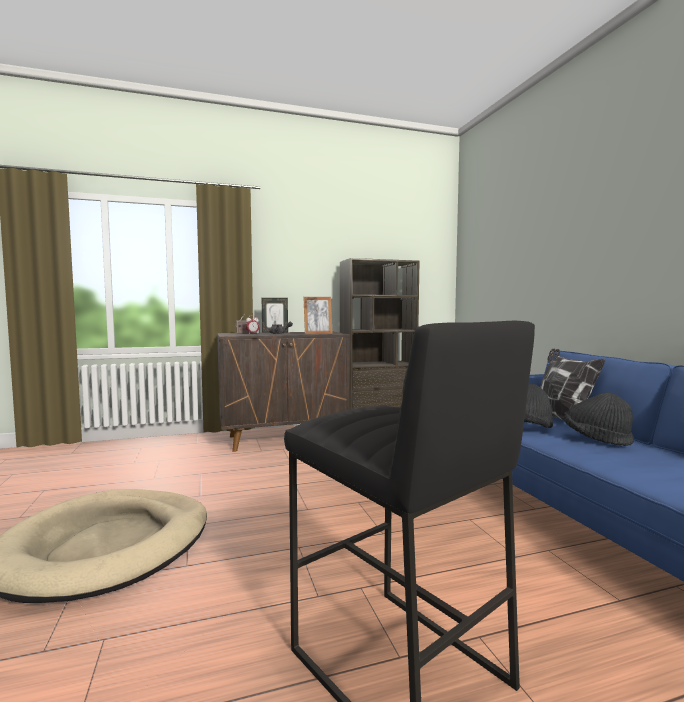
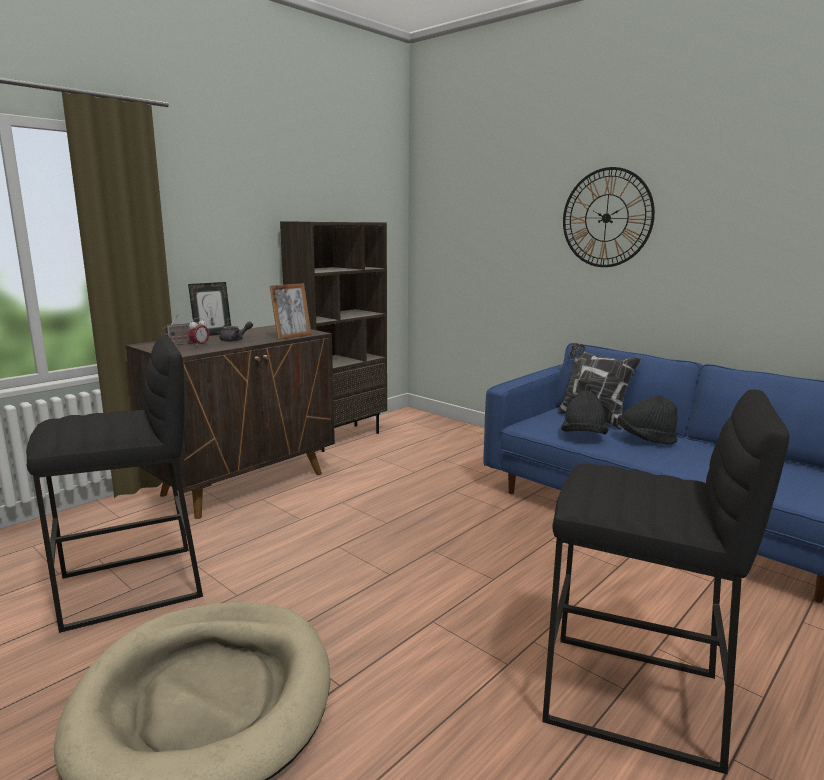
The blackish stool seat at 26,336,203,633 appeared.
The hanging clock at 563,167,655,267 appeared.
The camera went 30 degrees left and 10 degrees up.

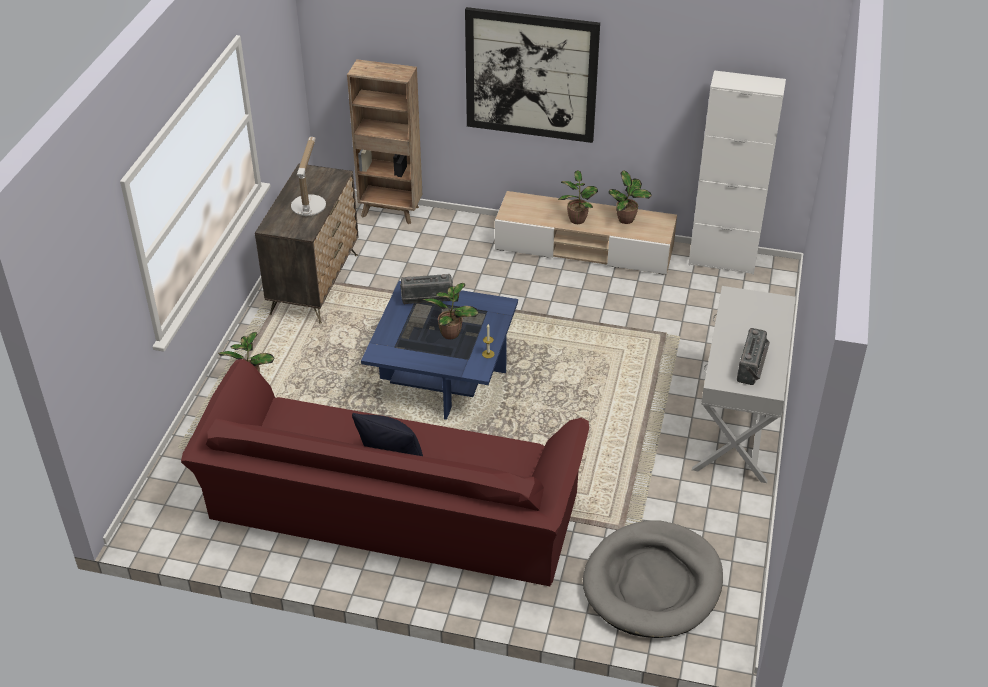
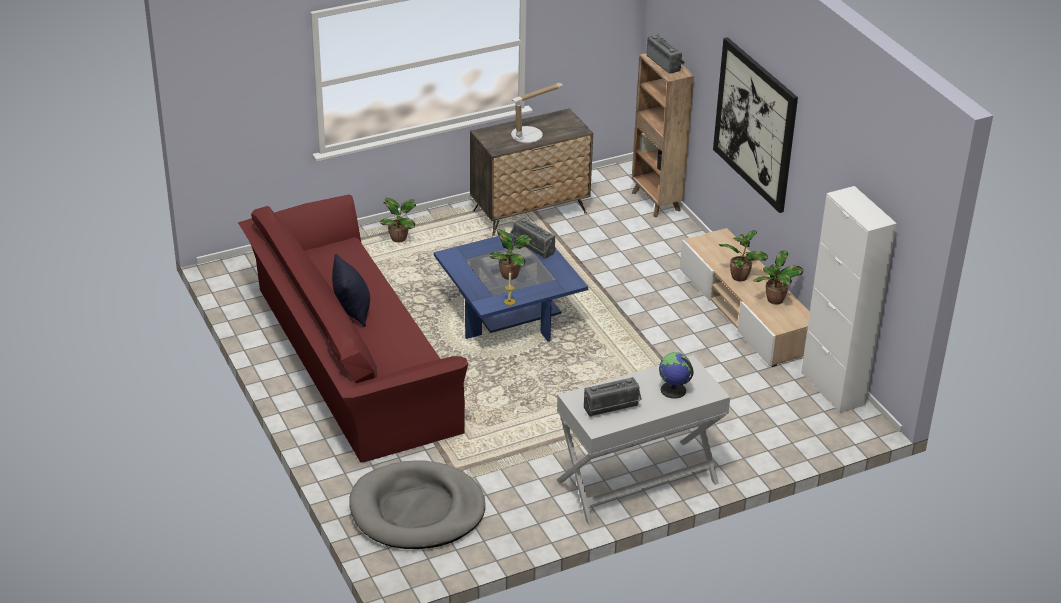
The radio at 646,34,685,74 appeared.
The desk globe at 659,352,694,399 appeared.
The camera went 50 degrees right and 5 degrees down.

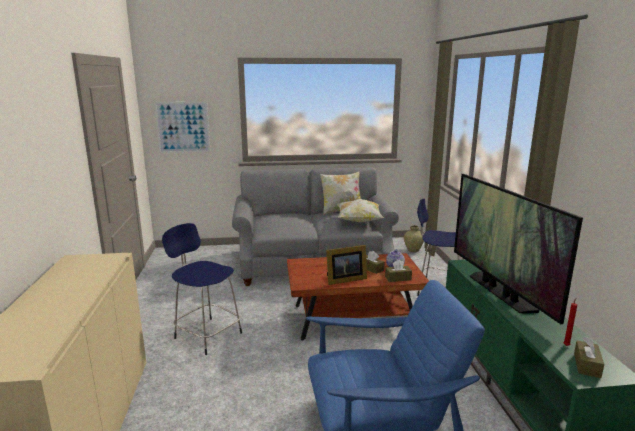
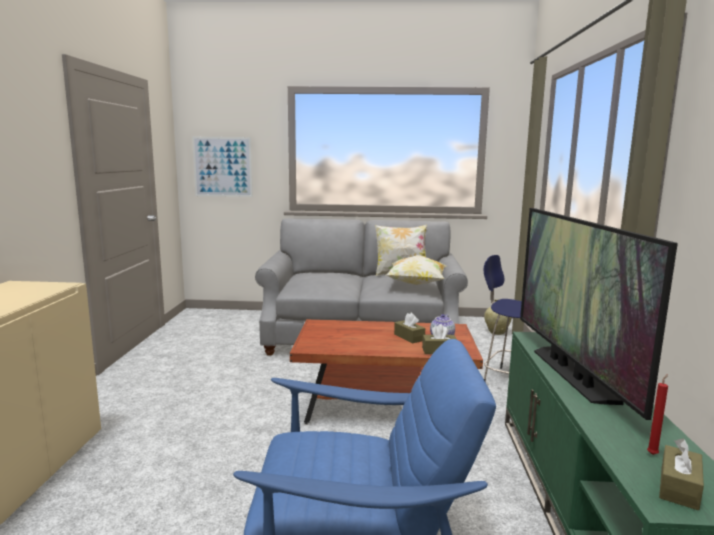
The blue-coloured stool seat at 162,223,242,355 disappeared.
The picture frame at 326,245,367,285 disappeared.
The camera went 10 degrees right and 5 degrees down.

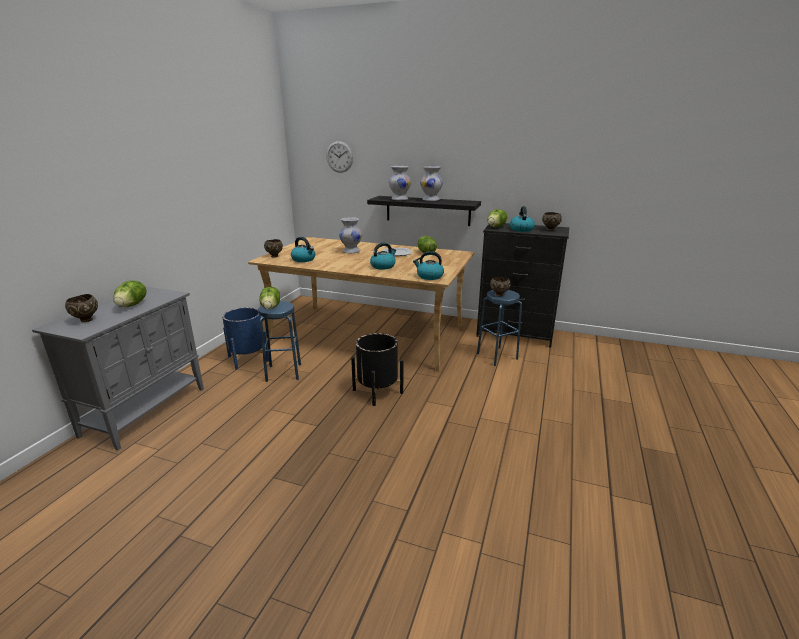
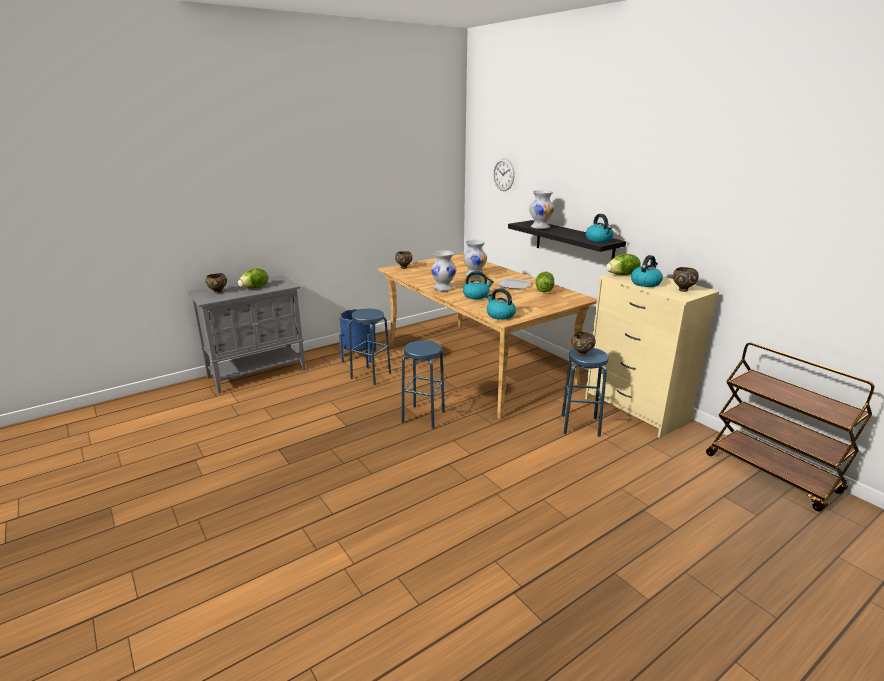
The lettuce at 259,287,280,309 disappeared.
The brownish trolley at 706,342,874,512 appeared.
The tea kettle moved from 291,237,315,262 to 586,214,614,242.
The whitish decorative vase moved from 420,166,443,201 to 431,250,456,291.
The blackish planter at 351,333,403,406 was replaced by the blue-coloured stool seat at 401,340,445,429.
The blackish drawer chest at 476,223,569,348 became the sand-coloured drawer chest at 585,273,719,438.
The camera went 35 degrees right and 0 degrees up.

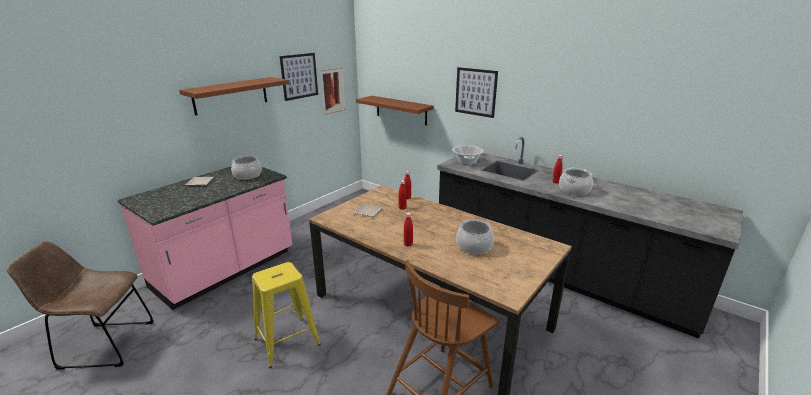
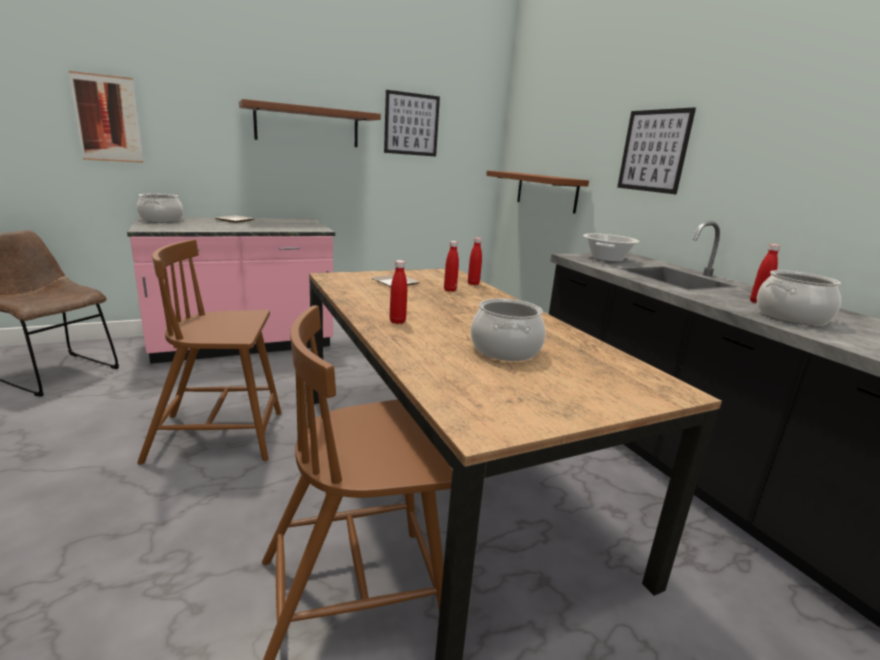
The saucepot moved from 231,156,262,180 to 137,194,183,223.
The picture moved from 321,67,345,115 to 69,71,143,163.
The yellowish stool seat at 252,262,321,368 was replaced by the brownish upright chair at 137,239,281,465.
The camera went 25 degrees right and 5 degrees down.

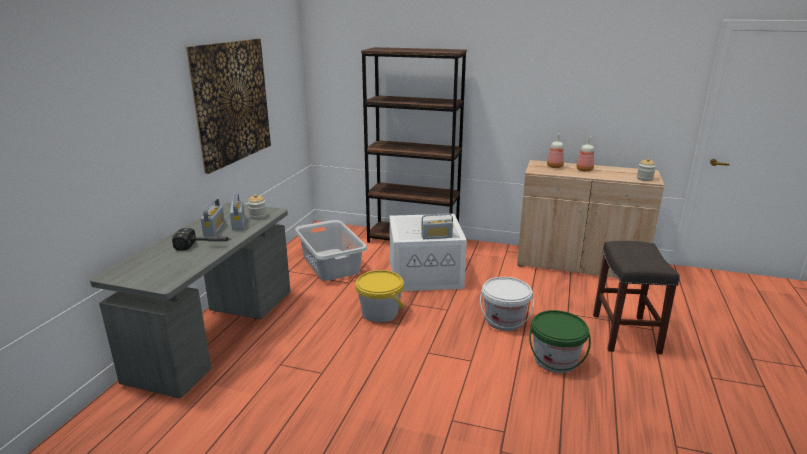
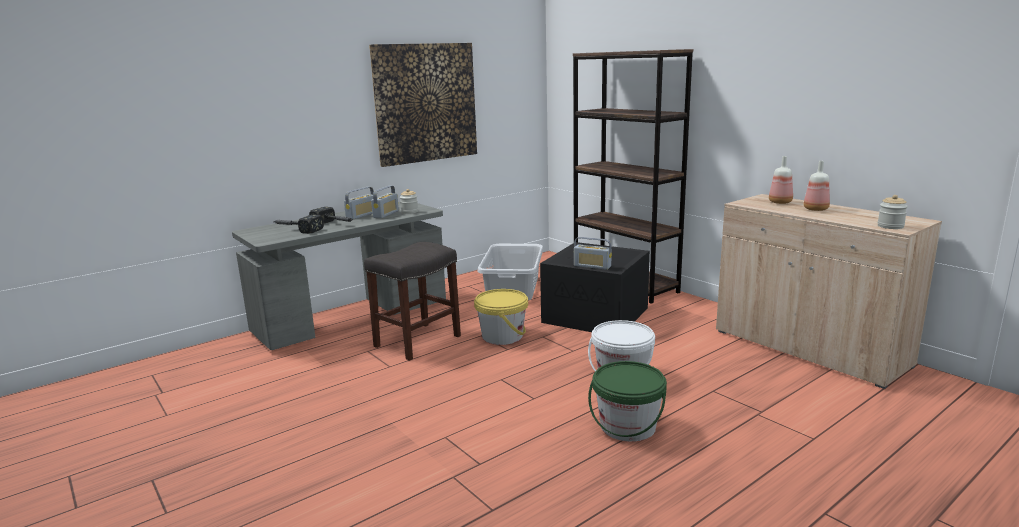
The hammer at 273,215,324,234 appeared.
The grey stool seat moved from 593,241,679,354 to 364,242,461,361.
The whitish storage box at 389,214,467,291 became the blackish storage box at 540,242,650,332.
The camera went 35 degrees right and 5 degrees down.

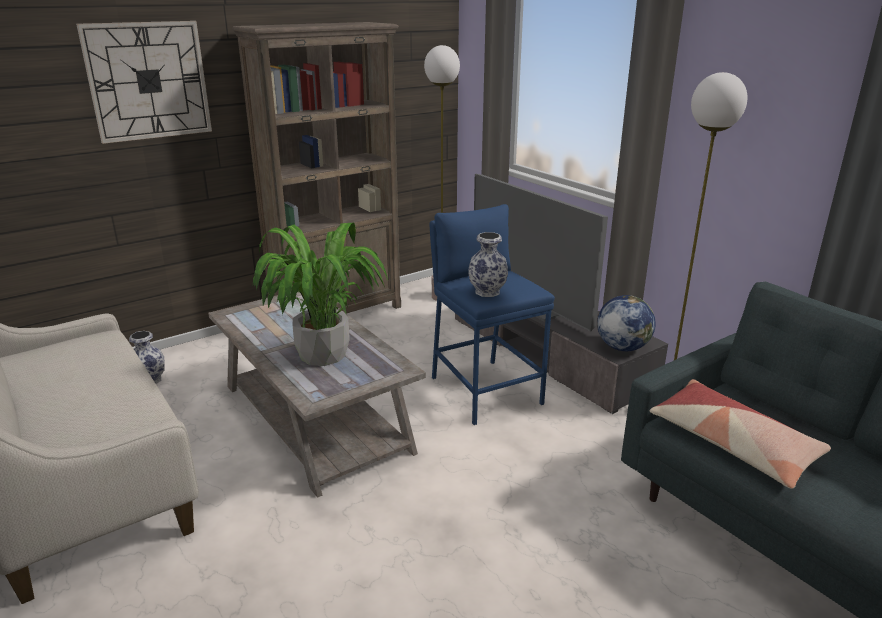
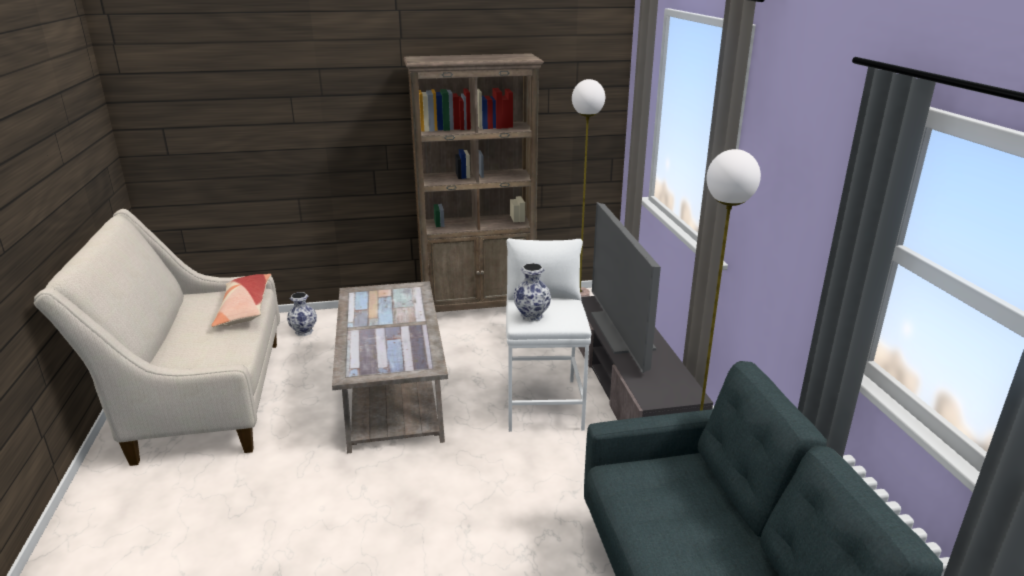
The hanging clock at 76,21,212,144 disappeared.
The potted plant at 253,223,388,366 disappeared.
The desk globe at 597,295,656,351 disappeared.
The throw pillow moved from 649,379,831,489 to 211,274,271,327.
The blue-coloured stool seat at 430,204,555,425 became the whitish stool seat at 506,238,592,432.
The camera went 25 degrees right and 0 degrees up.

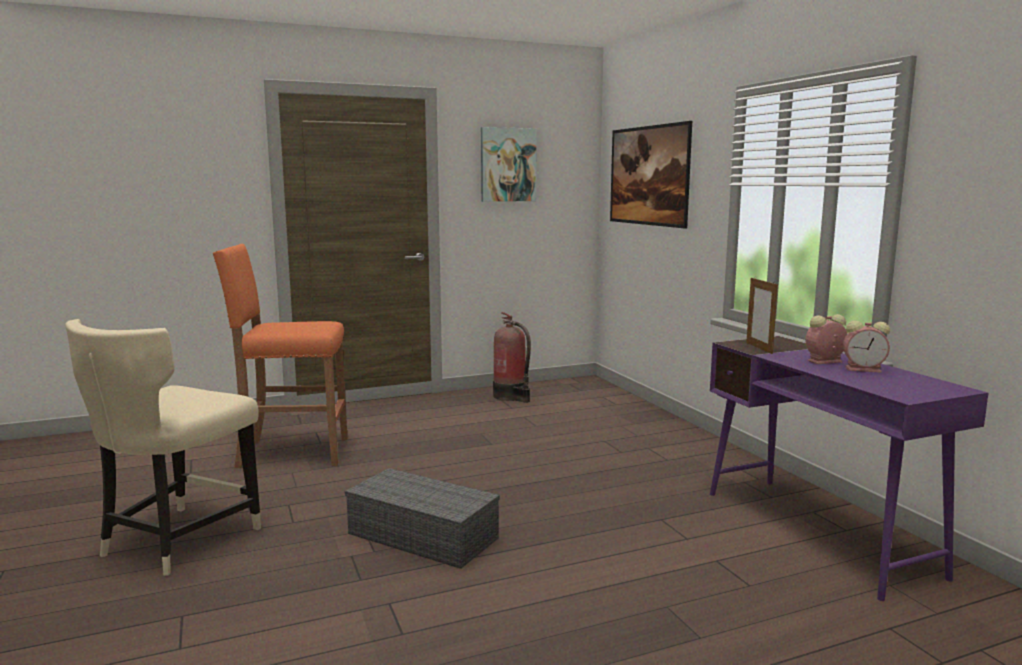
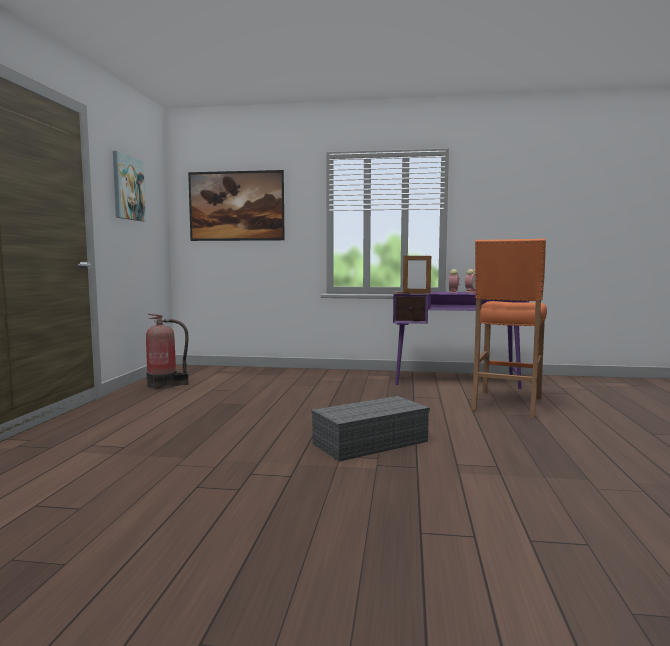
The sand-coloured upright chair at 65,319,261,576 disappeared.
The orangey stool seat moved from 213,244,348,468 to 472,238,547,418.
The camera went 60 degrees left and 5 degrees down.

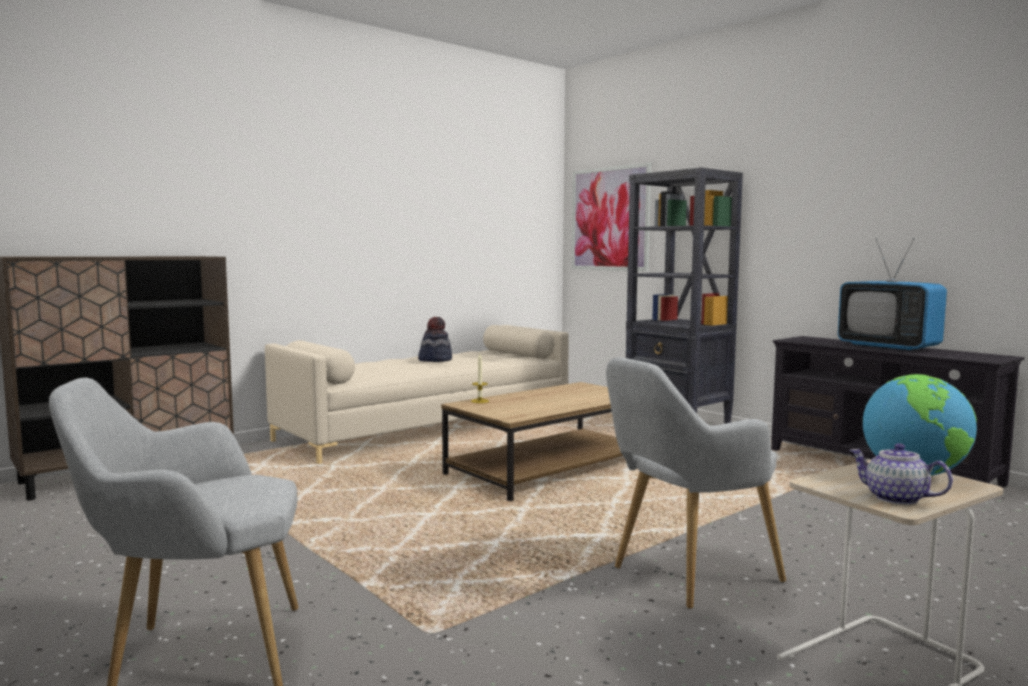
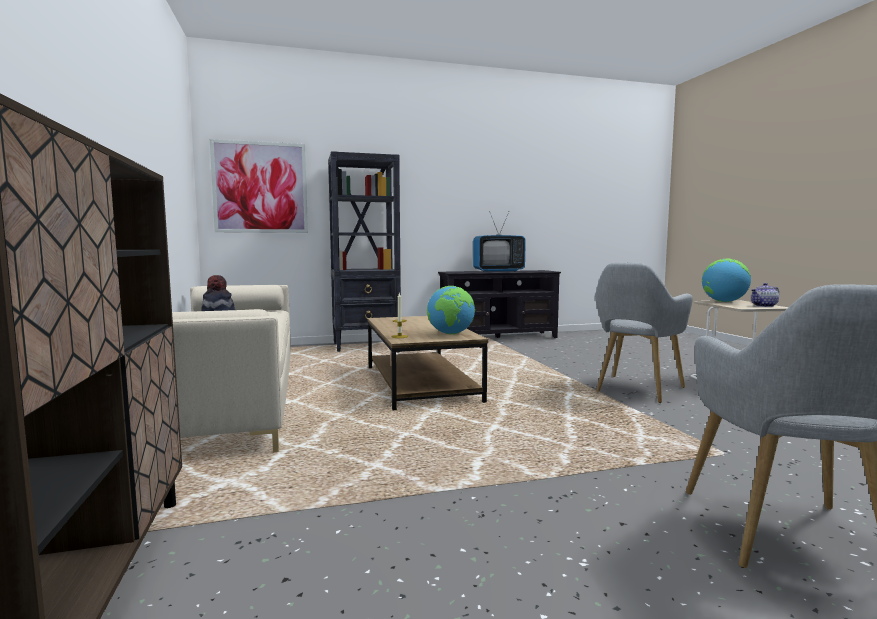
The desk globe at 427,286,475,334 appeared.
The grey lounge chair at 606,357,786,609 turned 45 degrees clockwise.
The camera went 65 degrees left and 0 degrees up.

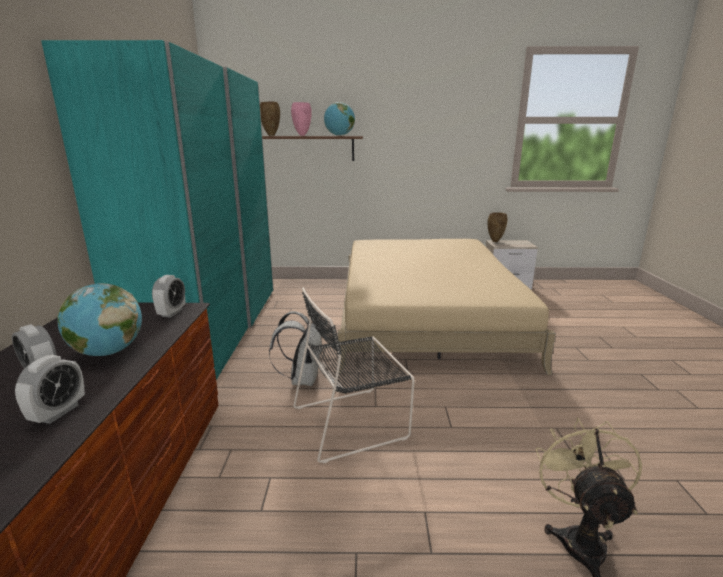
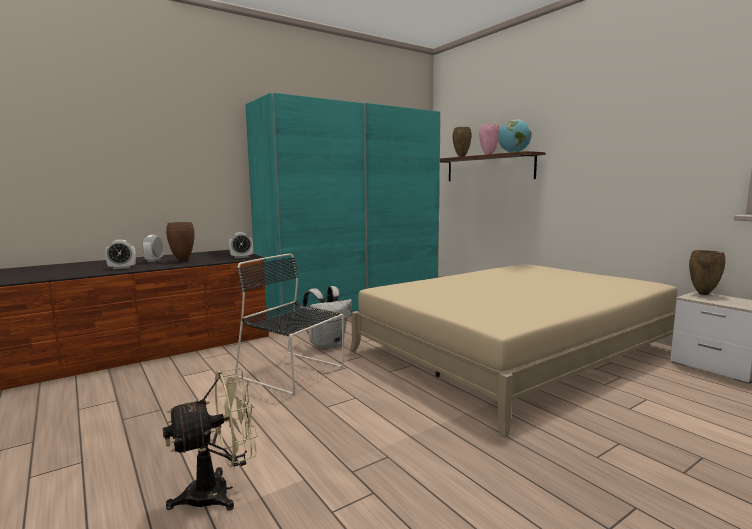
The desk globe at 58,283,142,356 was replaced by the brownish decorative vase at 166,222,194,262.
The camera went 55 degrees right and 10 degrees down.

